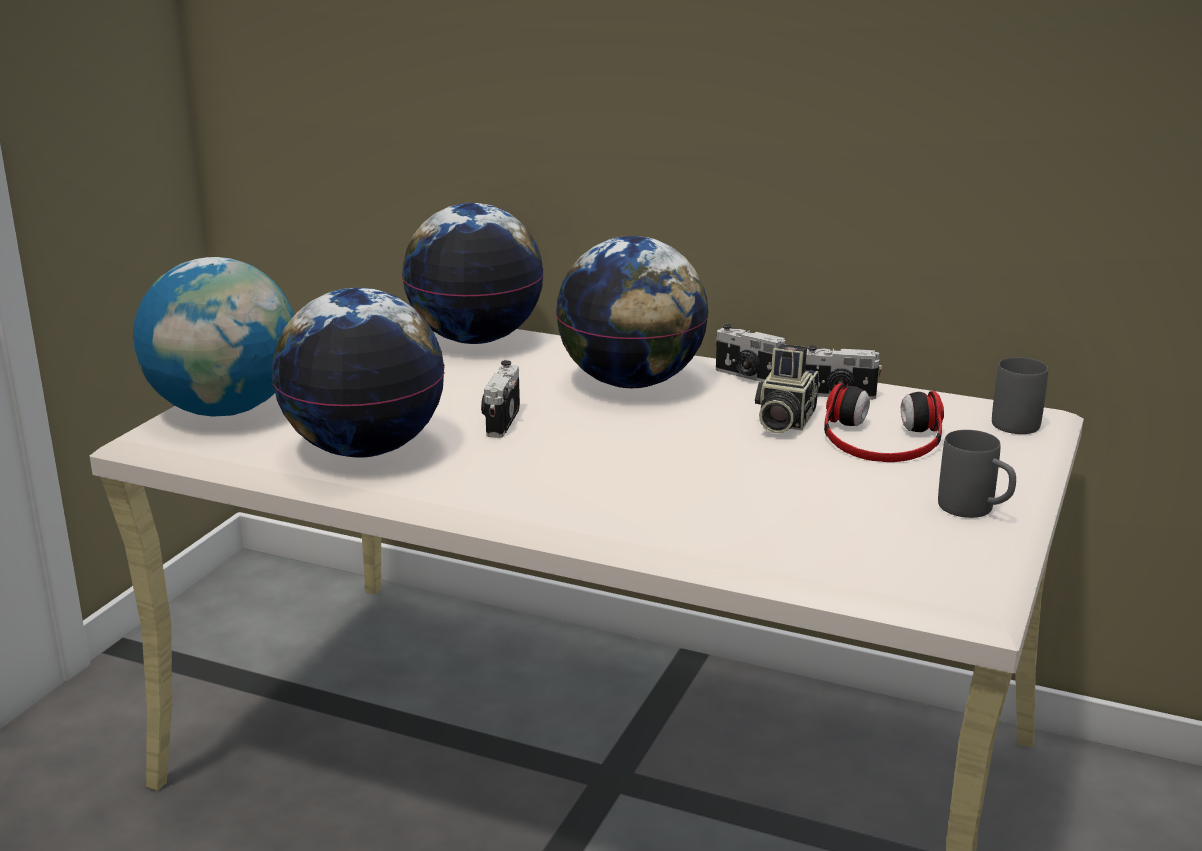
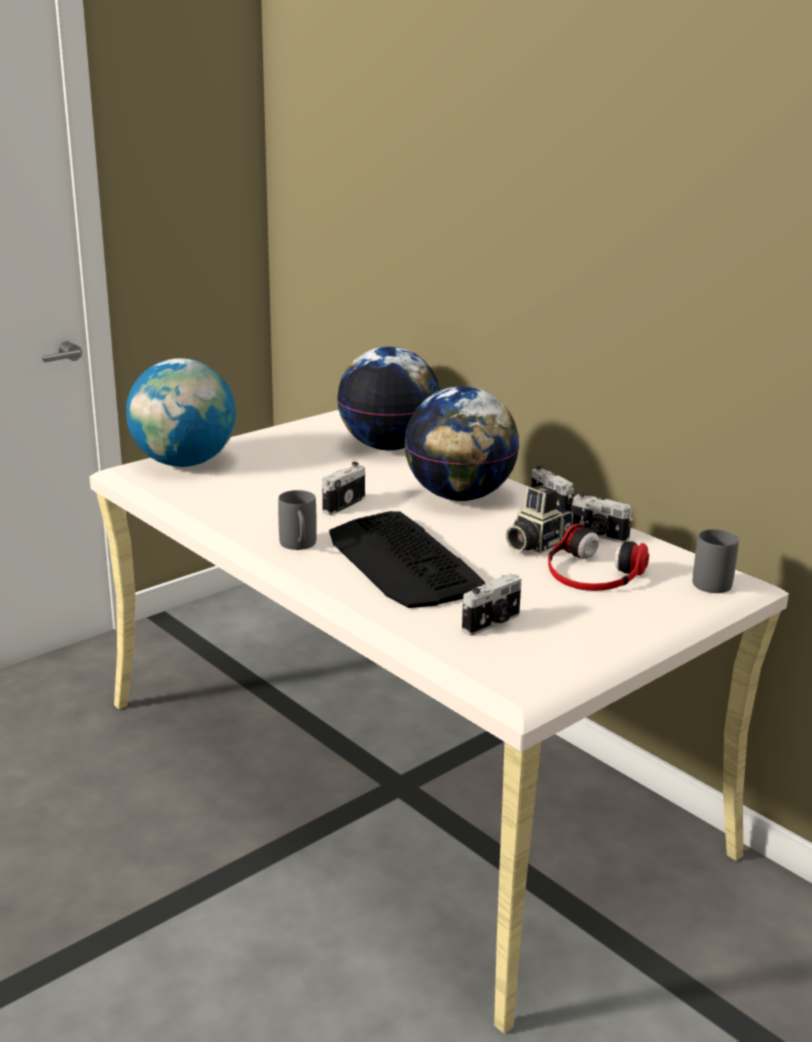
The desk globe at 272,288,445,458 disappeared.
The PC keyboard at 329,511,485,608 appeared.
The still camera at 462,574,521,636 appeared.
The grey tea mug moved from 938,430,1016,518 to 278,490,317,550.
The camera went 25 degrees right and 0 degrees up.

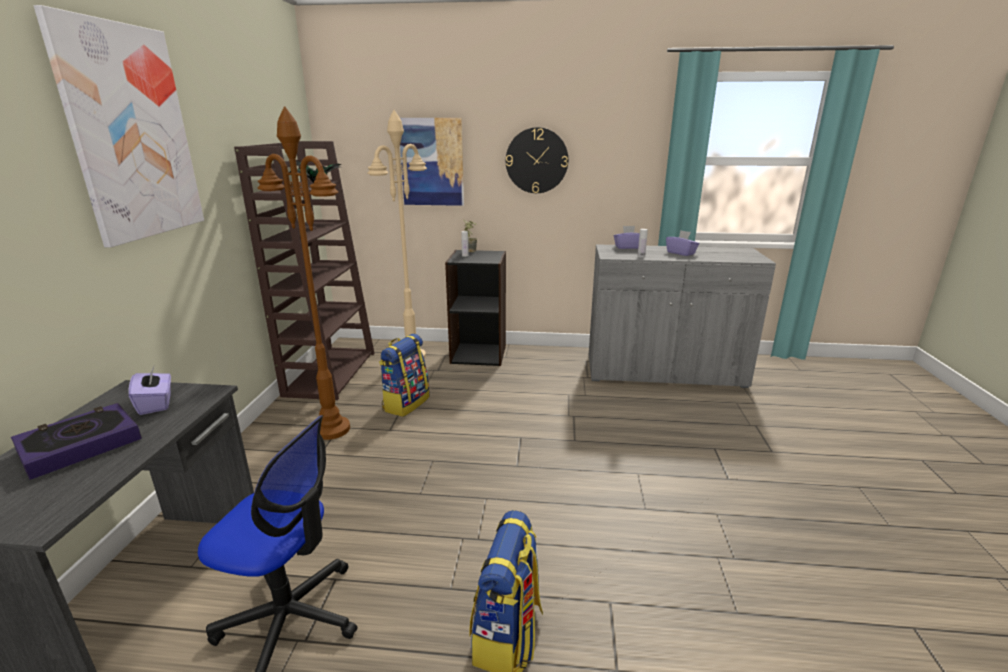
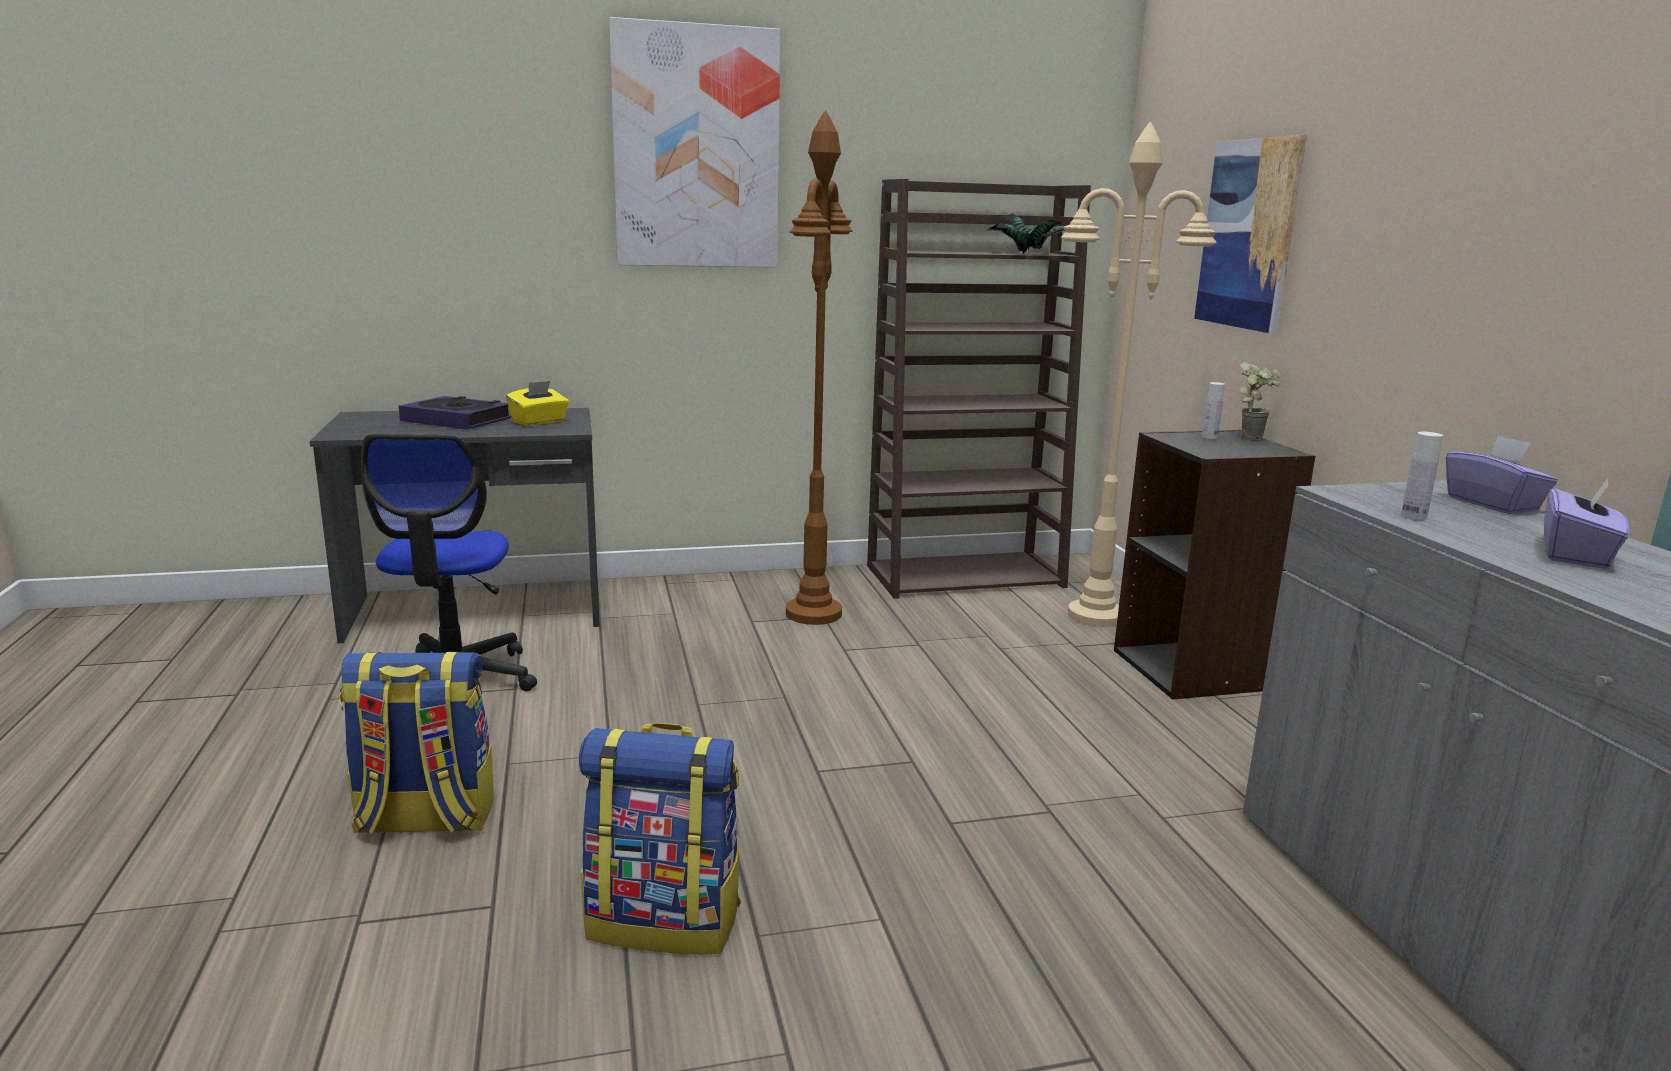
The hanging clock at 506,127,568,193 disappeared.
The backpack moved from 379,334,430,417 to 579,723,741,955.
The purplish tissue holder at 128,364,171,415 became the yellowish tissue holder at 506,381,569,426.
The camera went 70 degrees right and 5 degrees down.

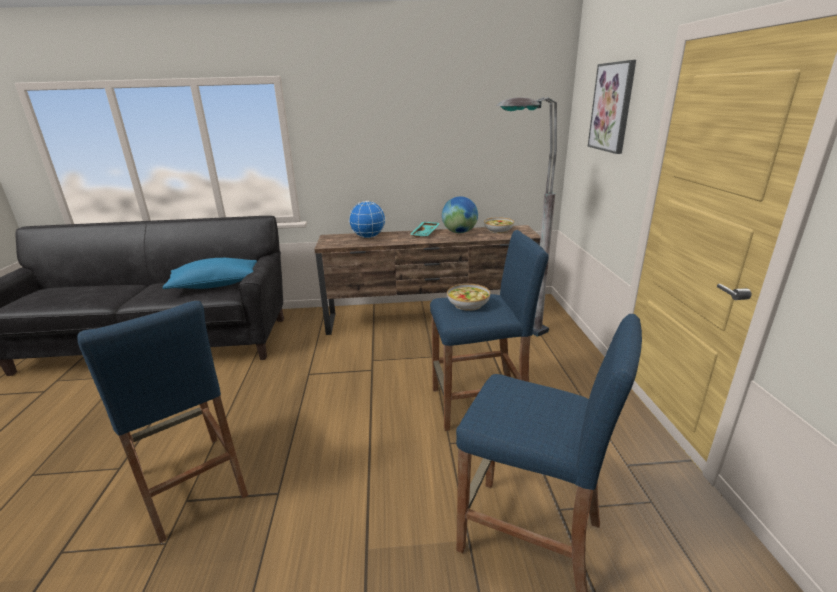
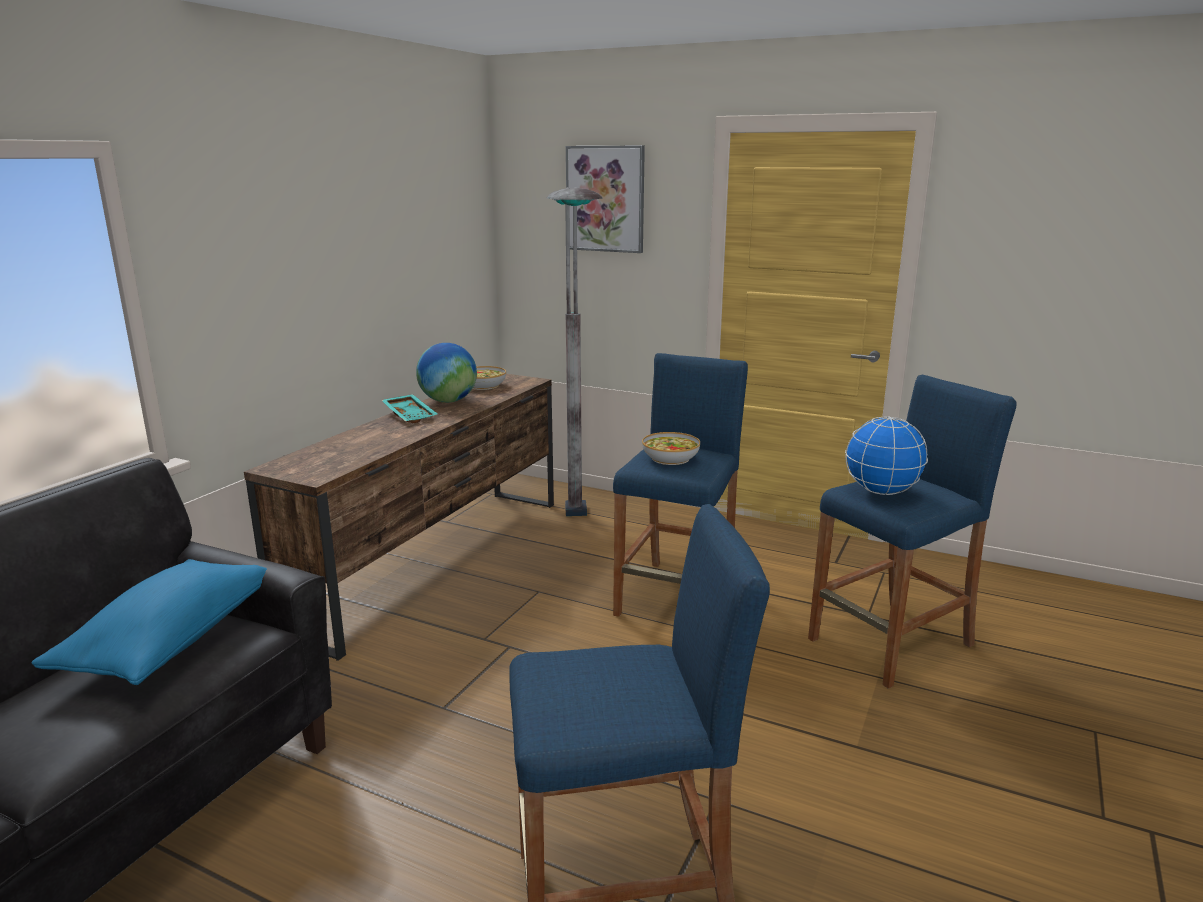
The desk globe moved from 349,201,386,238 to 845,416,928,495.
The camera went 60 degrees left and 5 degrees down.

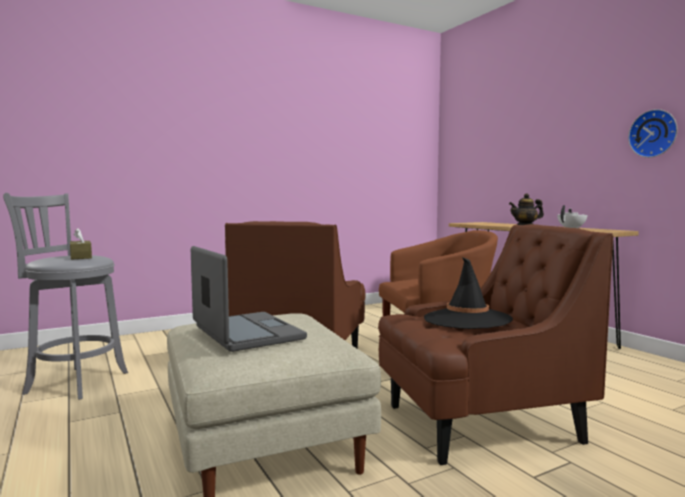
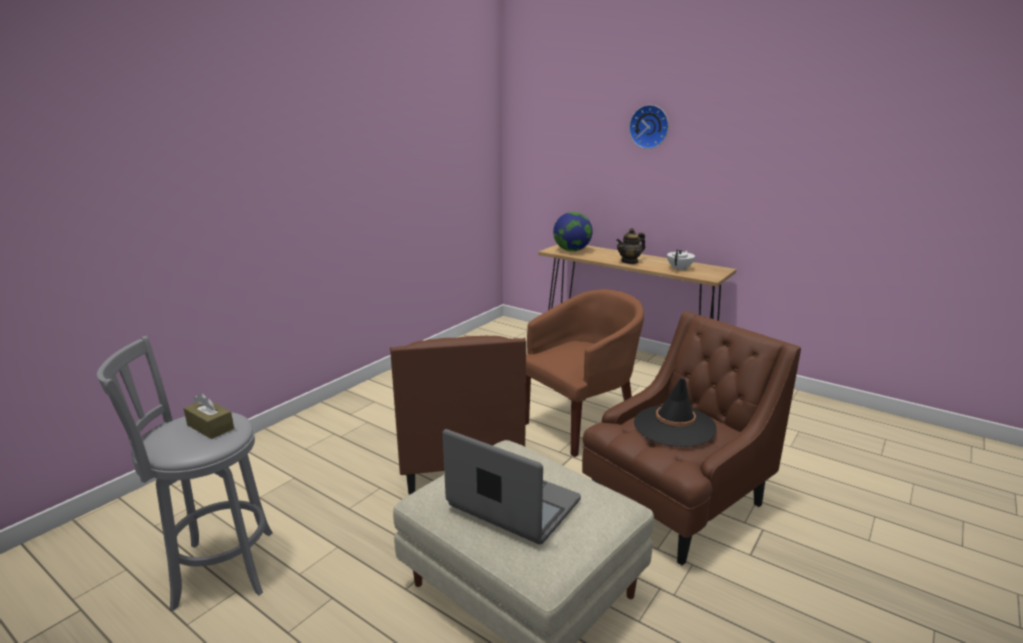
The desk globe at 553,212,593,251 appeared.
The hanging clock moved from 628,109,678,158 to 629,105,669,149.
The camera went 25 degrees left and 15 degrees up.

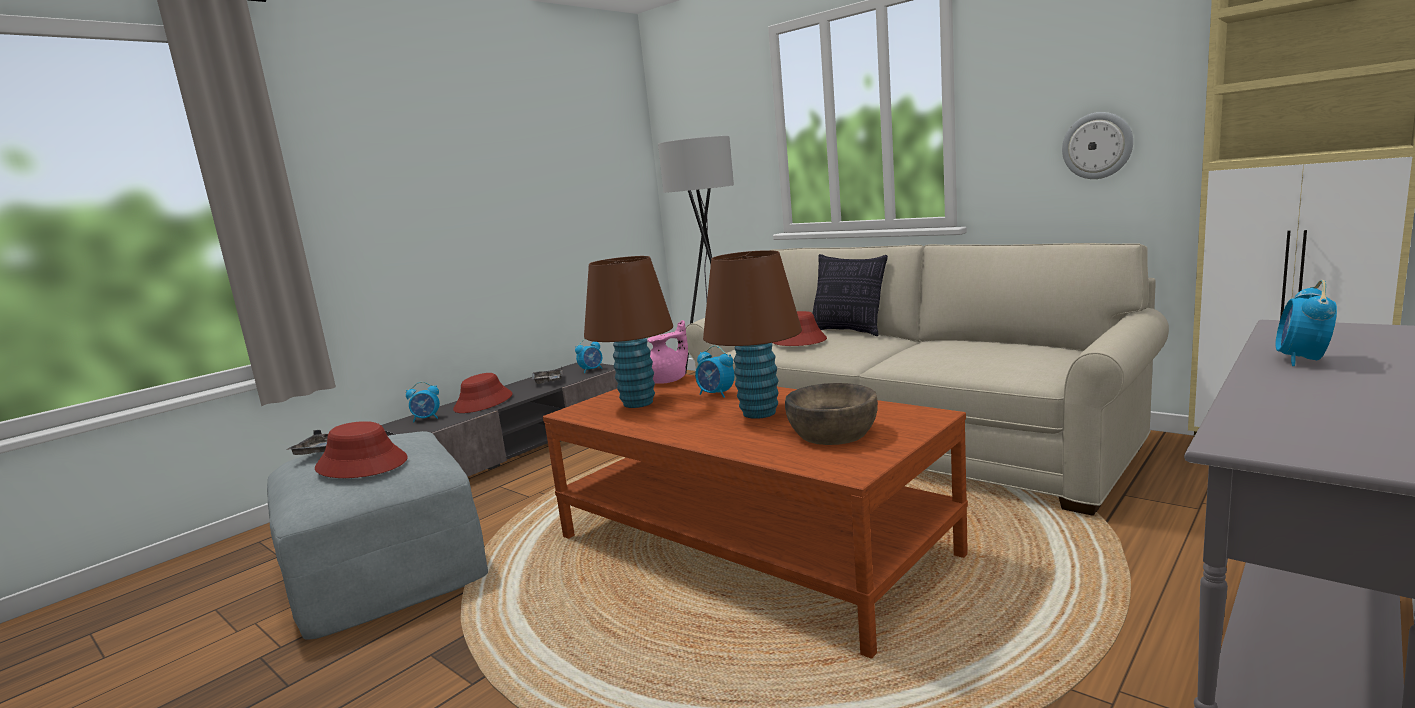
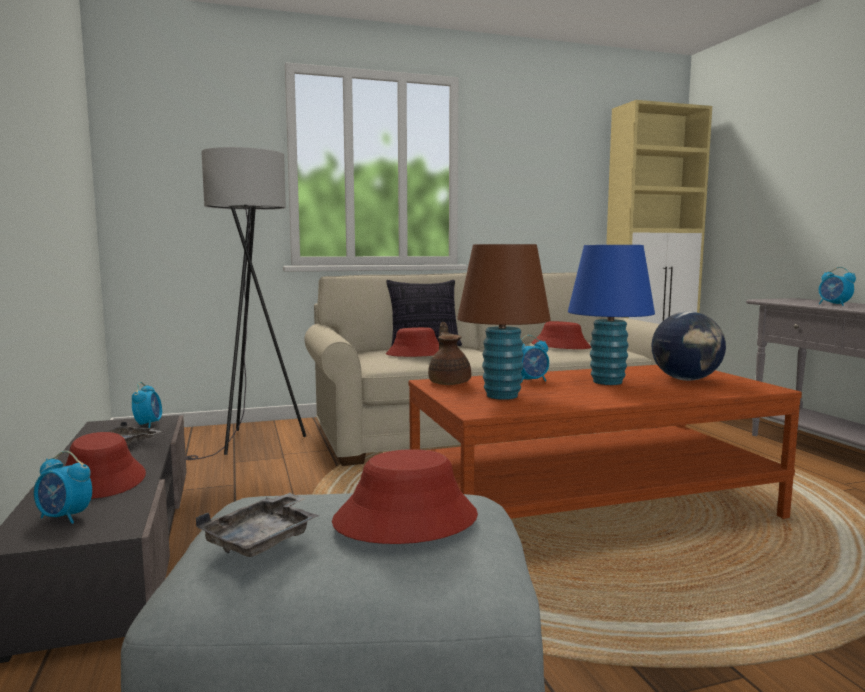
The hanging clock at 1062,112,1133,179 disappeared.
The red-coloured clothing hat at 531,321,591,349 appeared.
The brownish bowl at 785,383,878,445 was replaced by the desk globe at 652,312,726,381.
The pink-coloured pot for tea at 647,320,688,384 became the brownish pot for tea at 428,322,471,385.
The brownish lamp for a table at 703,250,802,419 became the blue-coloured lamp for a table at 568,245,655,385.
The alarm clock at 406,382,440,422 turned 90 degrees clockwise.
The camera went 60 degrees left and 5 degrees down.

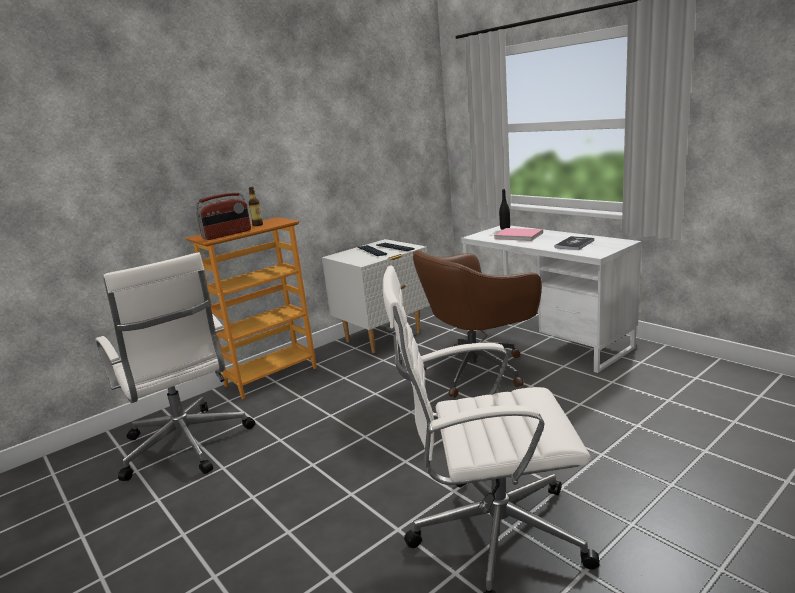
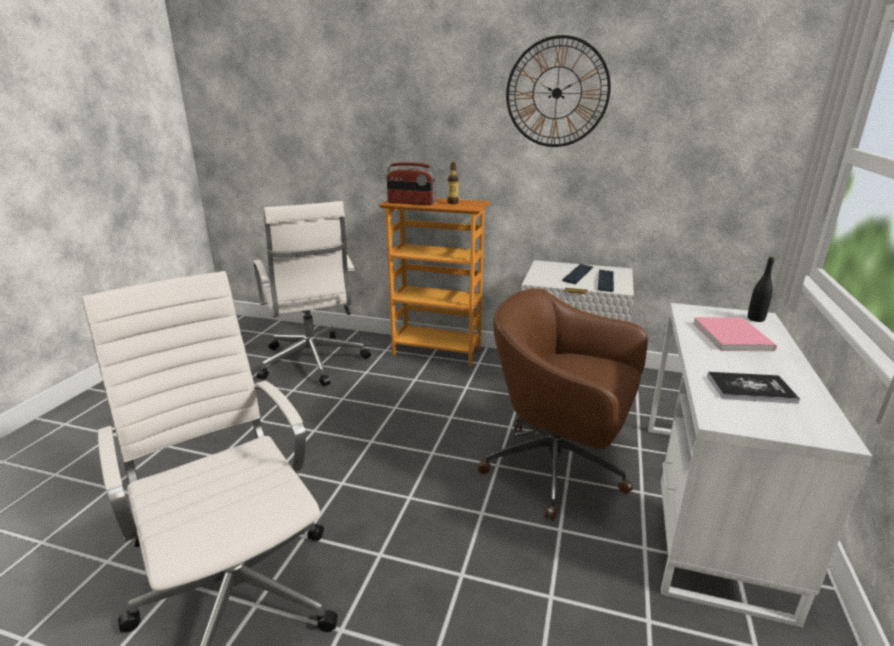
The hanging clock at 506,35,611,147 appeared.
The whitish office chair at 96,252,255,481 turned 45 degrees counterclockwise.
The camera went 55 degrees right and 5 degrees up.

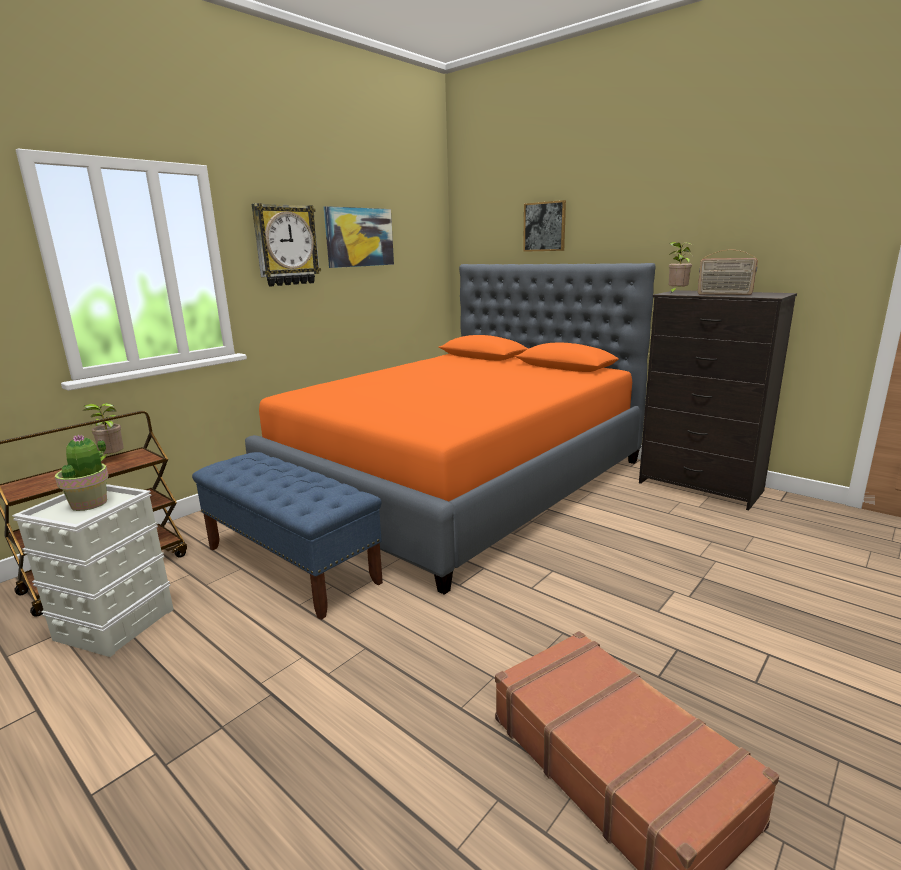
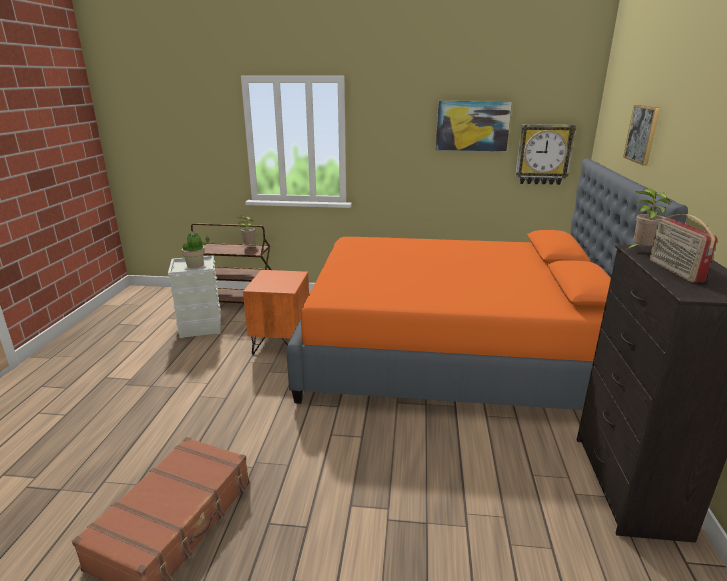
The hanging clock moved from 252,203,321,286 to 515,124,576,185.
The blue-coloured bench at 192,452,383,620 was replaced by the orangey night table at 243,270,309,355.
The camera went 55 degrees right and 5 degrees up.

